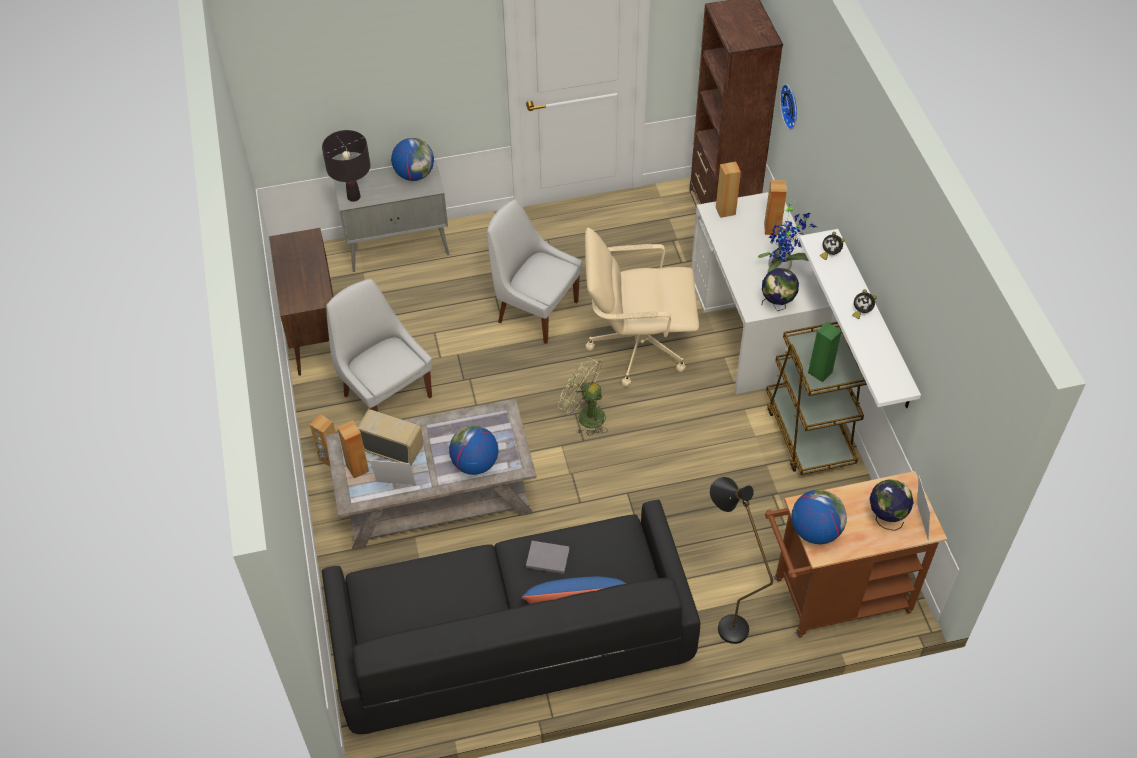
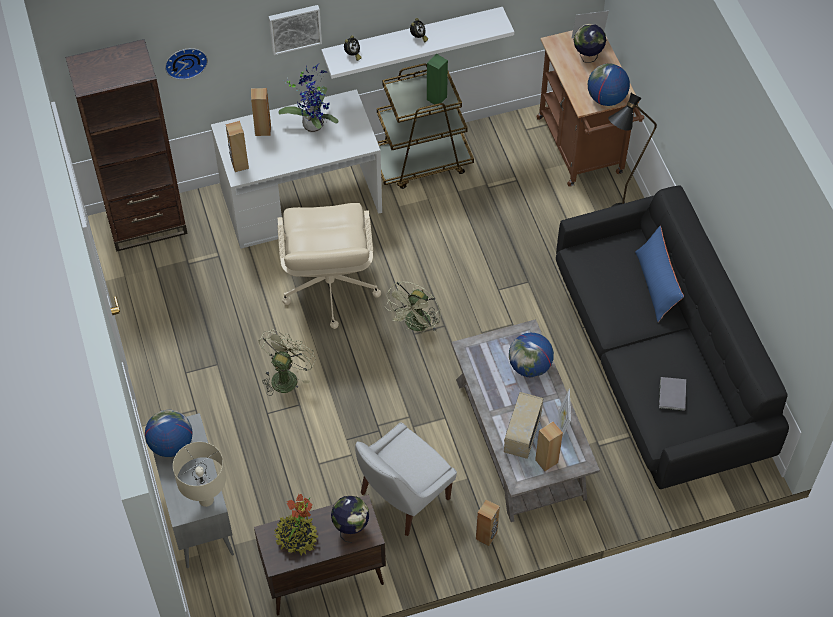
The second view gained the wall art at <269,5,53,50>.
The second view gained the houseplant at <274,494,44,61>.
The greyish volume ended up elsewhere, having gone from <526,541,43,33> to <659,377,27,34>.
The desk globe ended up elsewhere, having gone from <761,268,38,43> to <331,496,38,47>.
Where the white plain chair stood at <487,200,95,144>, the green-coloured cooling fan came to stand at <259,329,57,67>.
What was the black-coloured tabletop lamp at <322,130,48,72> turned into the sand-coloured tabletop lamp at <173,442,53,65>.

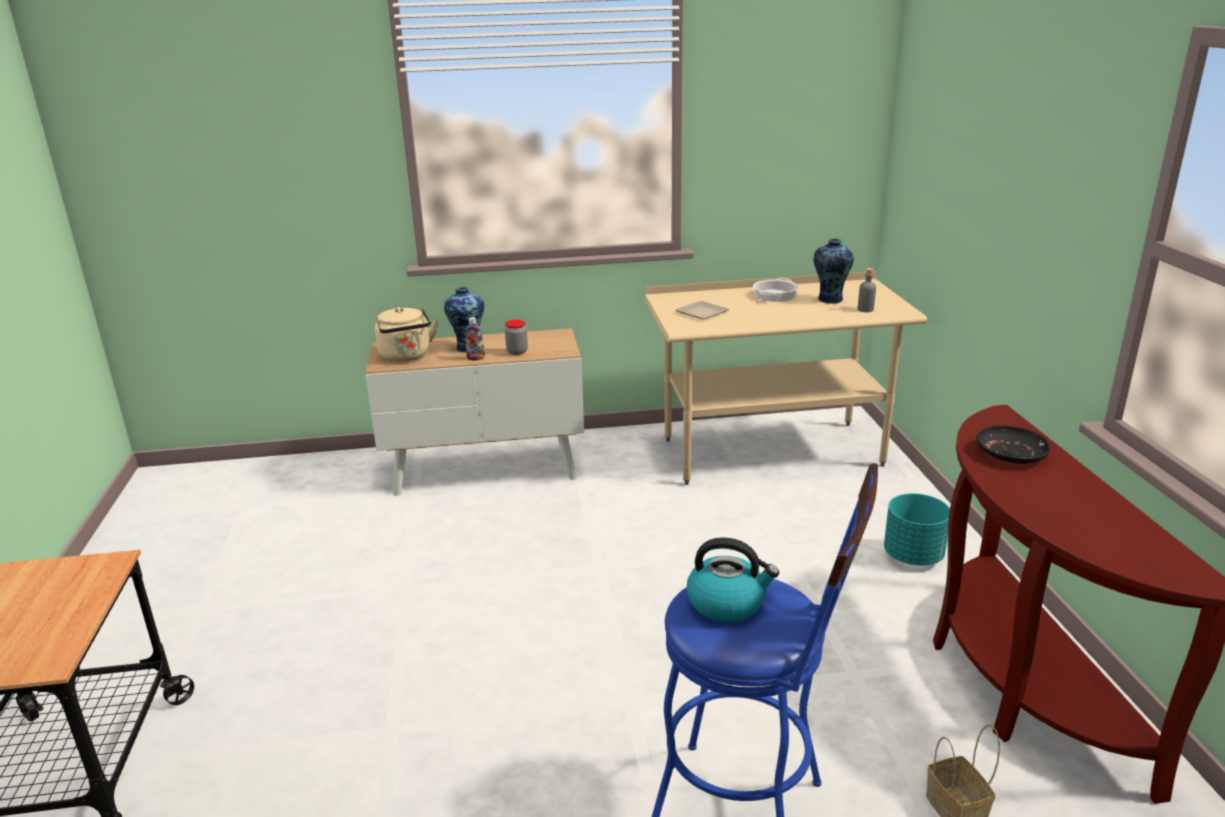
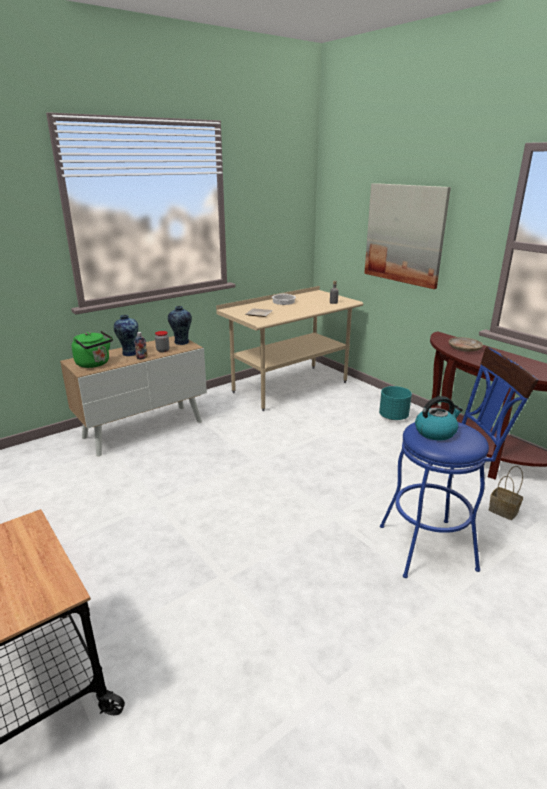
The second view gained the wall art at <364,183,87,106>.
The vase ended up elsewhere, having gone from <813,239,41,64> to <168,306,24,39>.
What was the sand-coloured water kettle at <375,307,63,55> turned into the green-coloured water kettle at <72,331,41,37>.
What was the black-coloured flat dish at <977,425,74,39> turned into the sand-coloured flat dish at <449,337,34,15>.

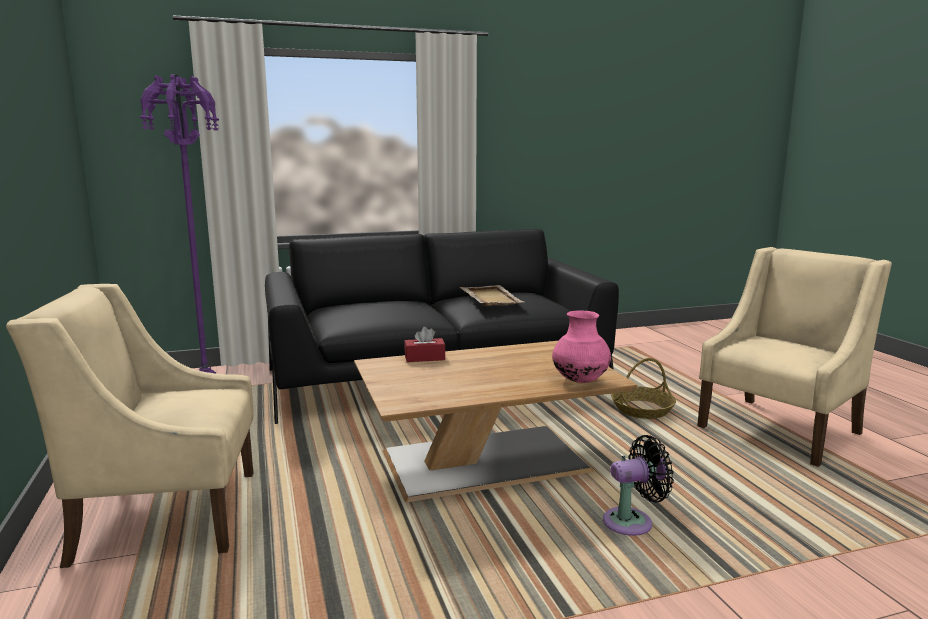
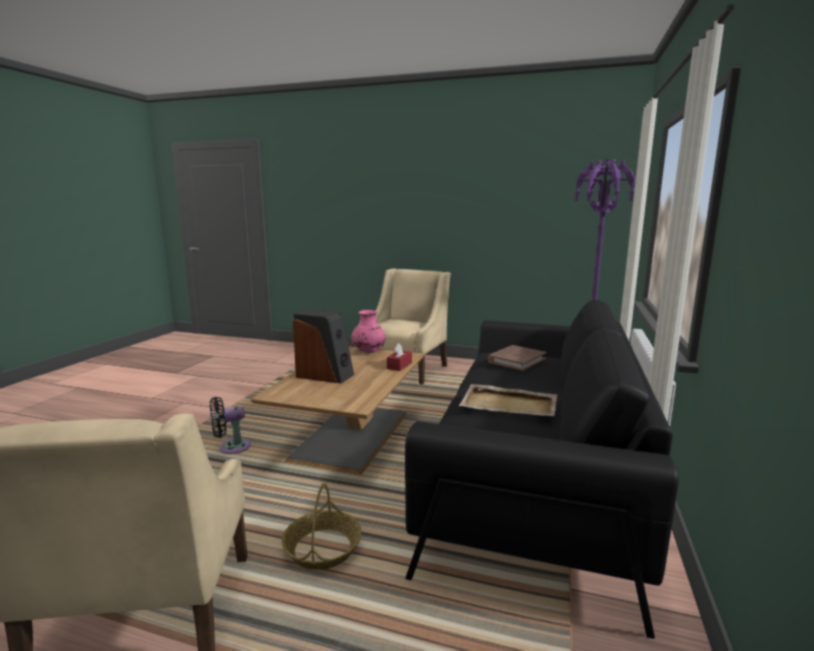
The second view gained the audio speaker at <293,309,61,75>.
The second view gained the brownish volume at <487,345,59,26>.
The pink-coloured vase ended up elsewhere, having gone from <552,311,59,72> to <351,310,35,43>.
The black-coloured cooling fan at <603,435,71,101> ended up facing another way, 45 degrees clockwise from before.

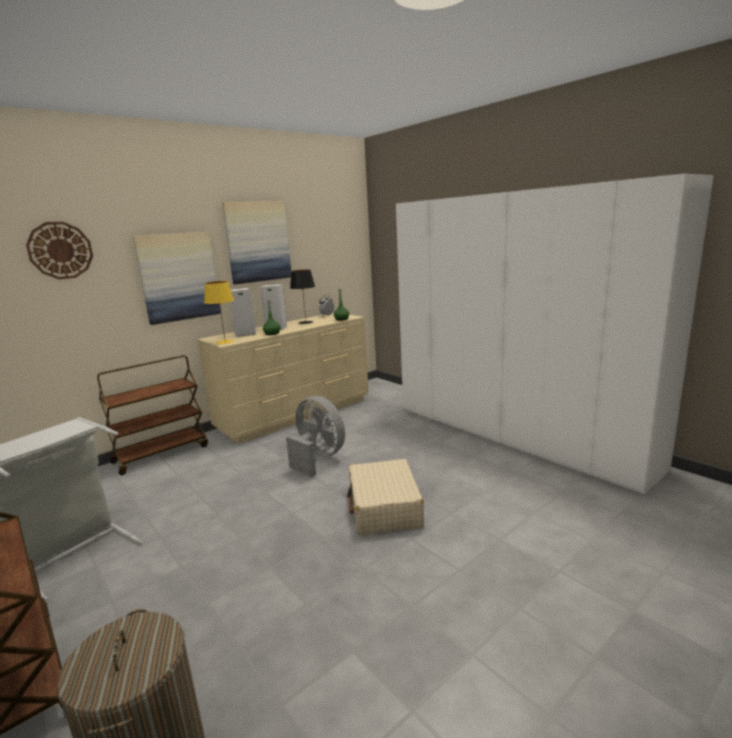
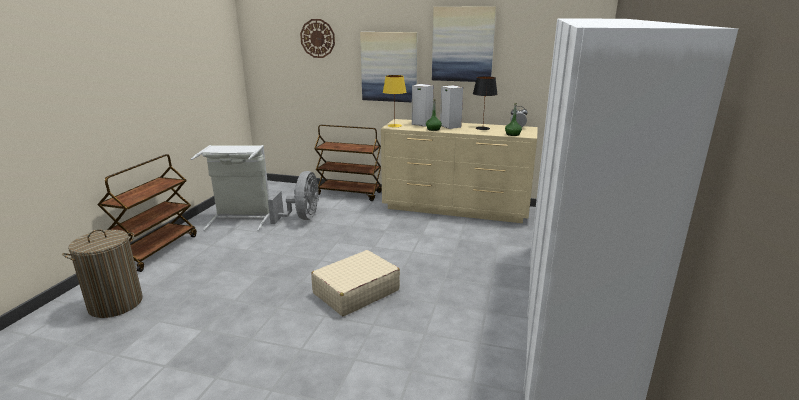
The greyish cooling fan ended up elsewhere, having gone from <286,396,59,81> to <268,171,51,53>.

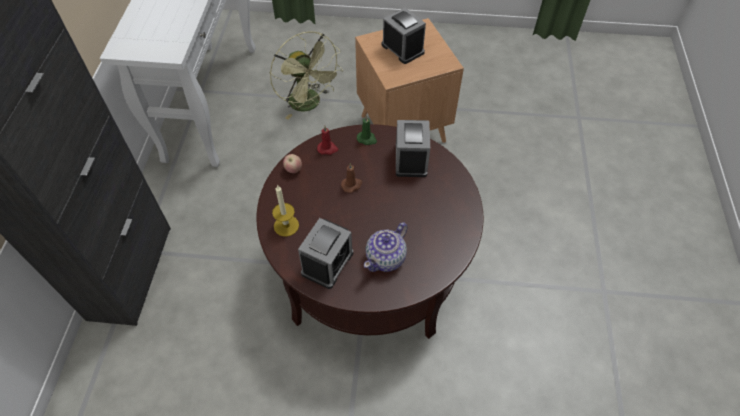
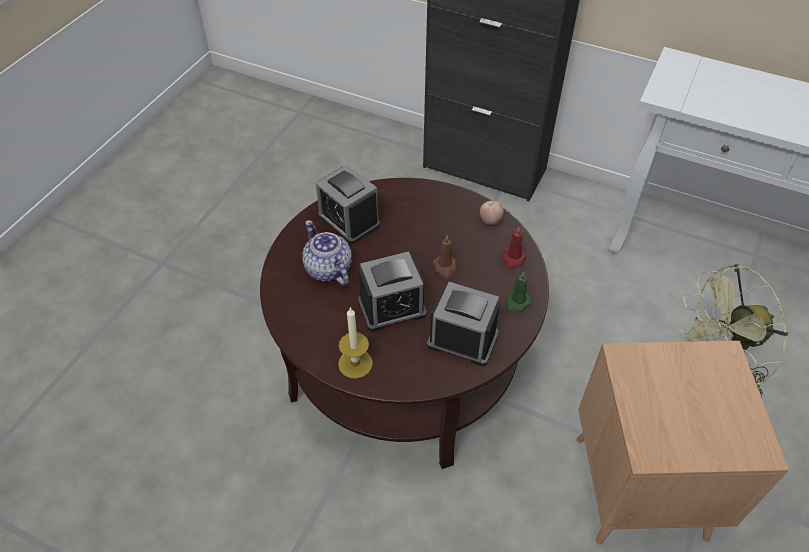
The wax candle ended up elsewhere, having gone from <272,185,27,52> to <338,308,35,71>.
The alarm clock ended up elsewhere, having gone from <382,8,44,56> to <358,251,69,81>.

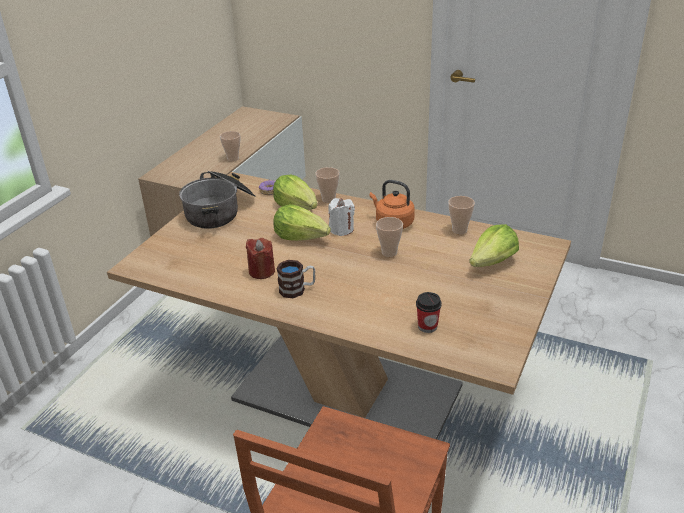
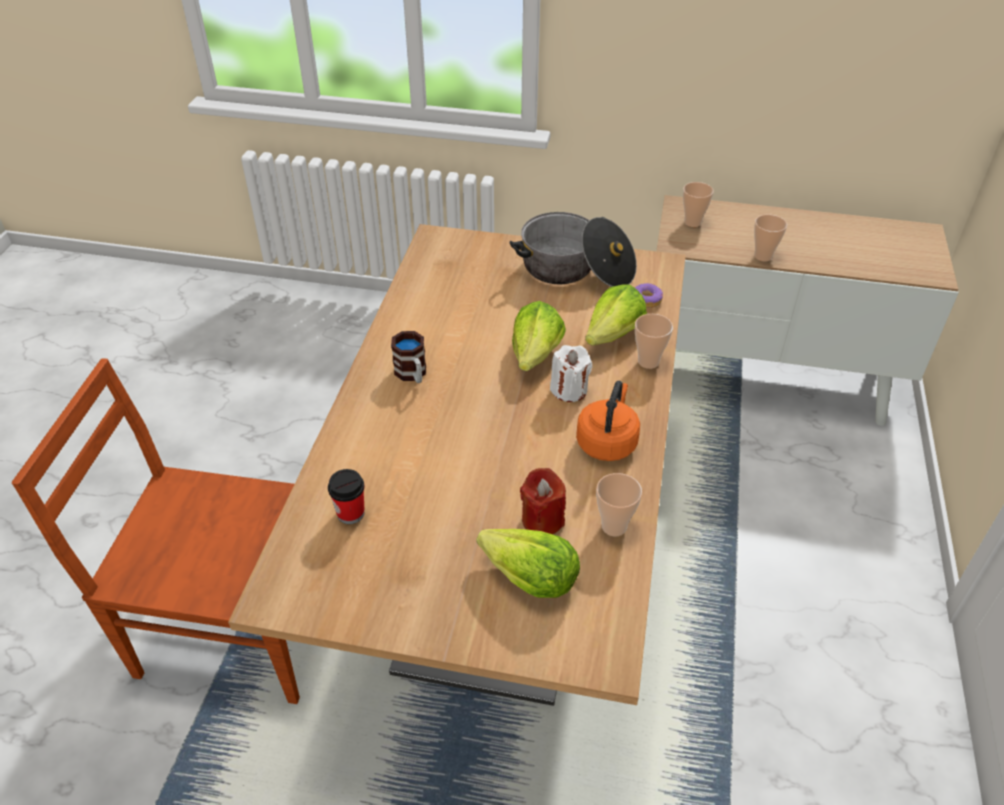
The reddish wax candle ended up elsewhere, having gone from <246,238,29,41> to <520,468,46,66>.
The small cup ended up elsewhere, having gone from <376,217,27,40> to <683,182,31,45>.

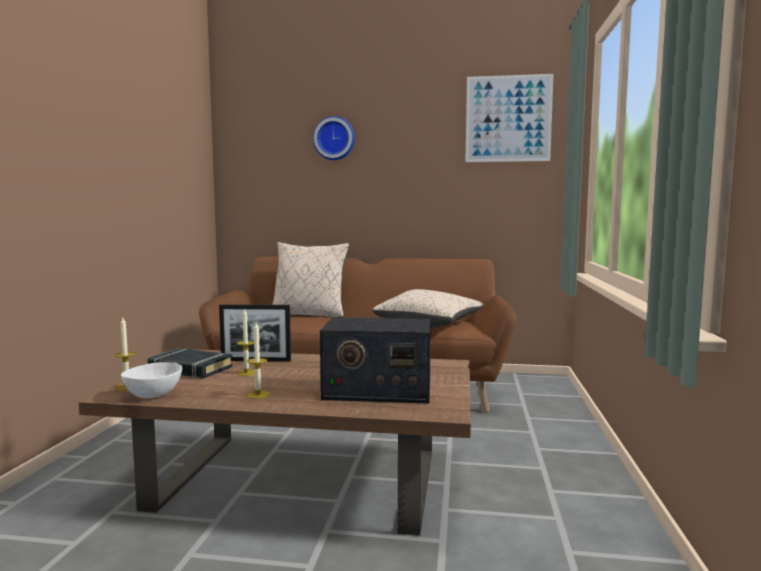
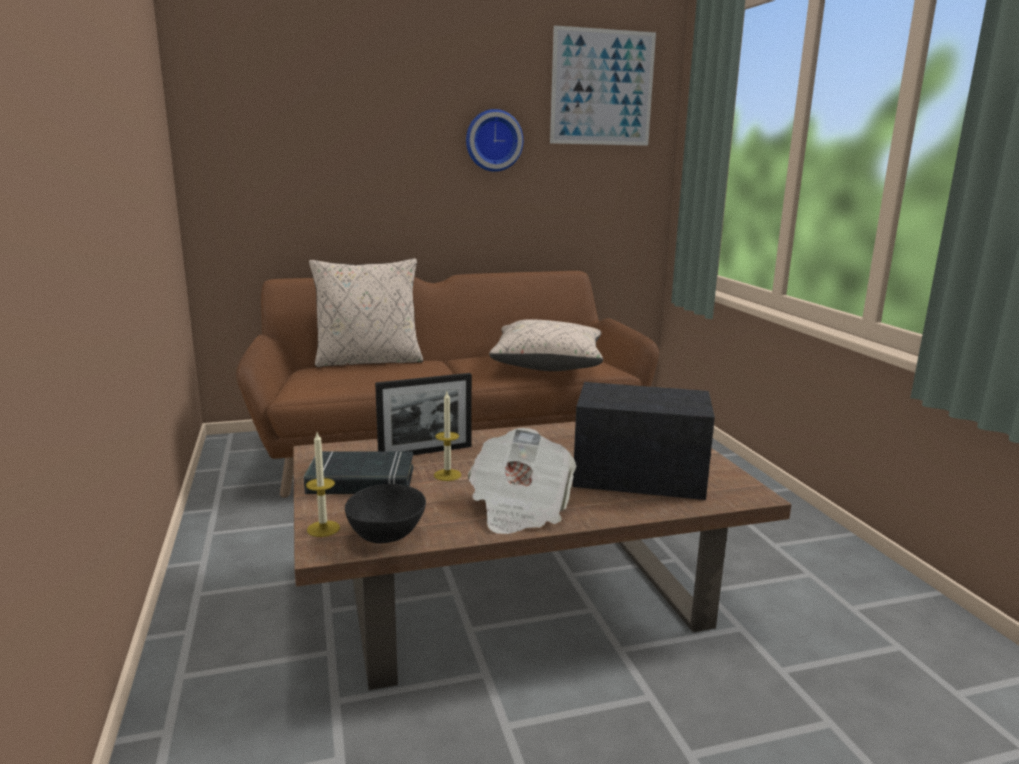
The wall clock ended up elsewhere, having gone from <313,116,42,44> to <466,109,57,63>.
Where the wax candle stood at <246,323,24,76>, the daily paper came to stand at <468,428,108,106>.
What was the white bowl at <121,362,61,36> turned into the black-coloured bowl at <345,484,81,60>.
The radio receiver at <320,317,111,87> ended up facing another way, 150 degrees counterclockwise from before.

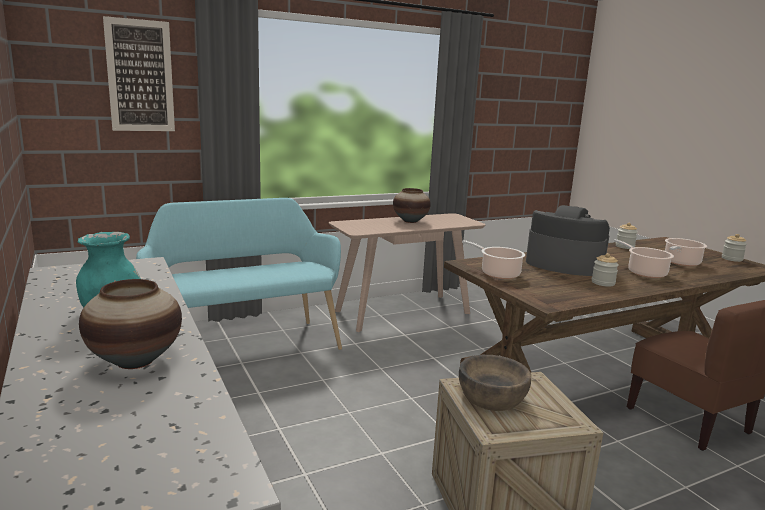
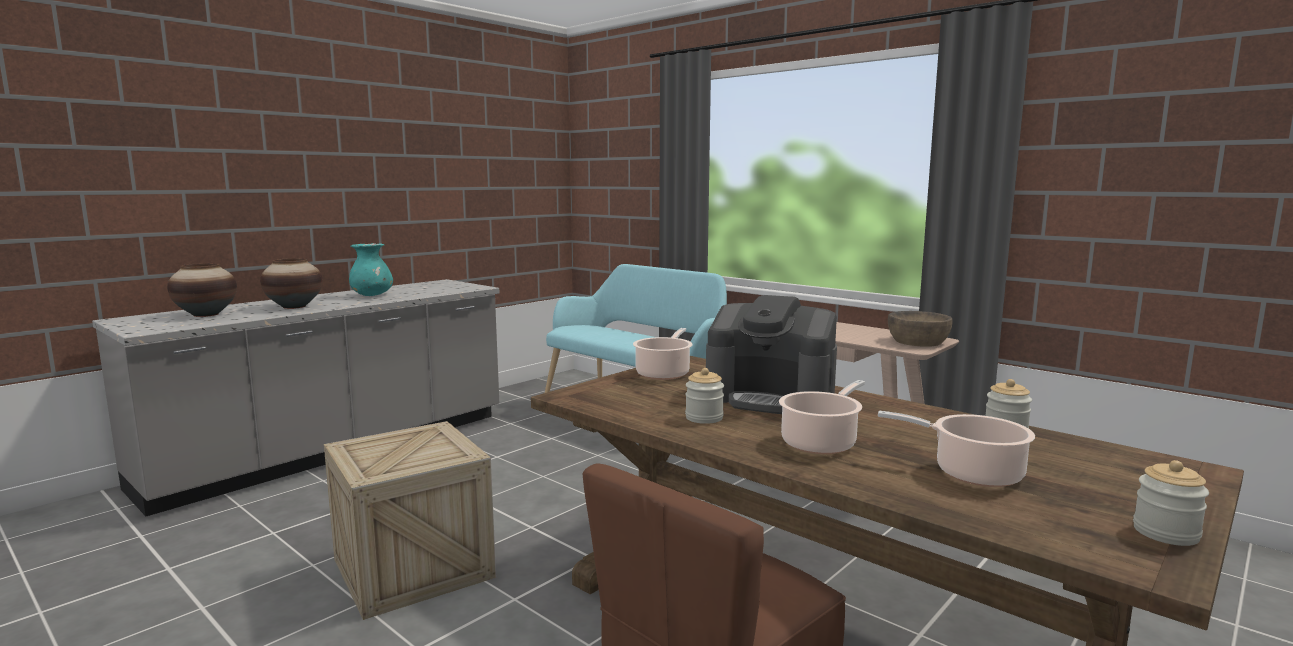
The second view lost the wall art at <103,16,72,115>.
The vase ended up elsewhere, having gone from <393,188,38,35> to <167,263,70,54>.
The brownish bowl ended up elsewhere, having gone from <459,355,72,56> to <888,311,65,36>.
The coffee maker at <526,205,84,71> ended up facing another way, 105 degrees clockwise from before.

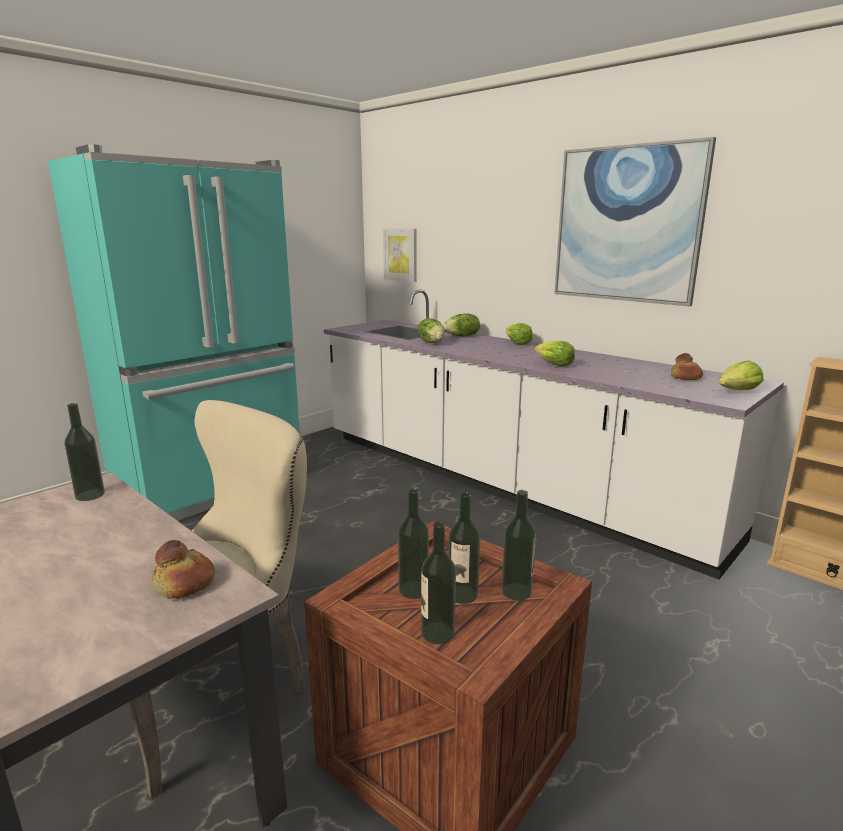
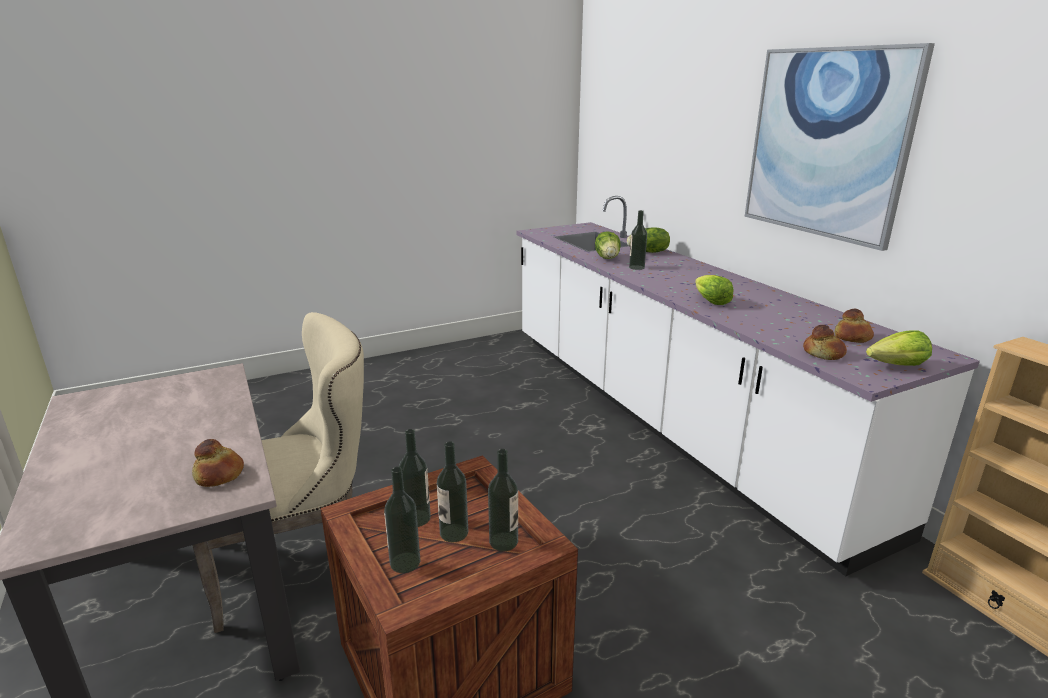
The second view lost the turquoise kitchen fridge at <48,144,252,377>.
The second view lost the wall art at <383,228,34,54>.
The second view lost the lettuce at <506,323,26,22>.
The second view gained the baked bread at <803,325,44,35>.
The drink bottle ended up elsewhere, having gone from <64,403,41,98> to <629,210,18,60>.

